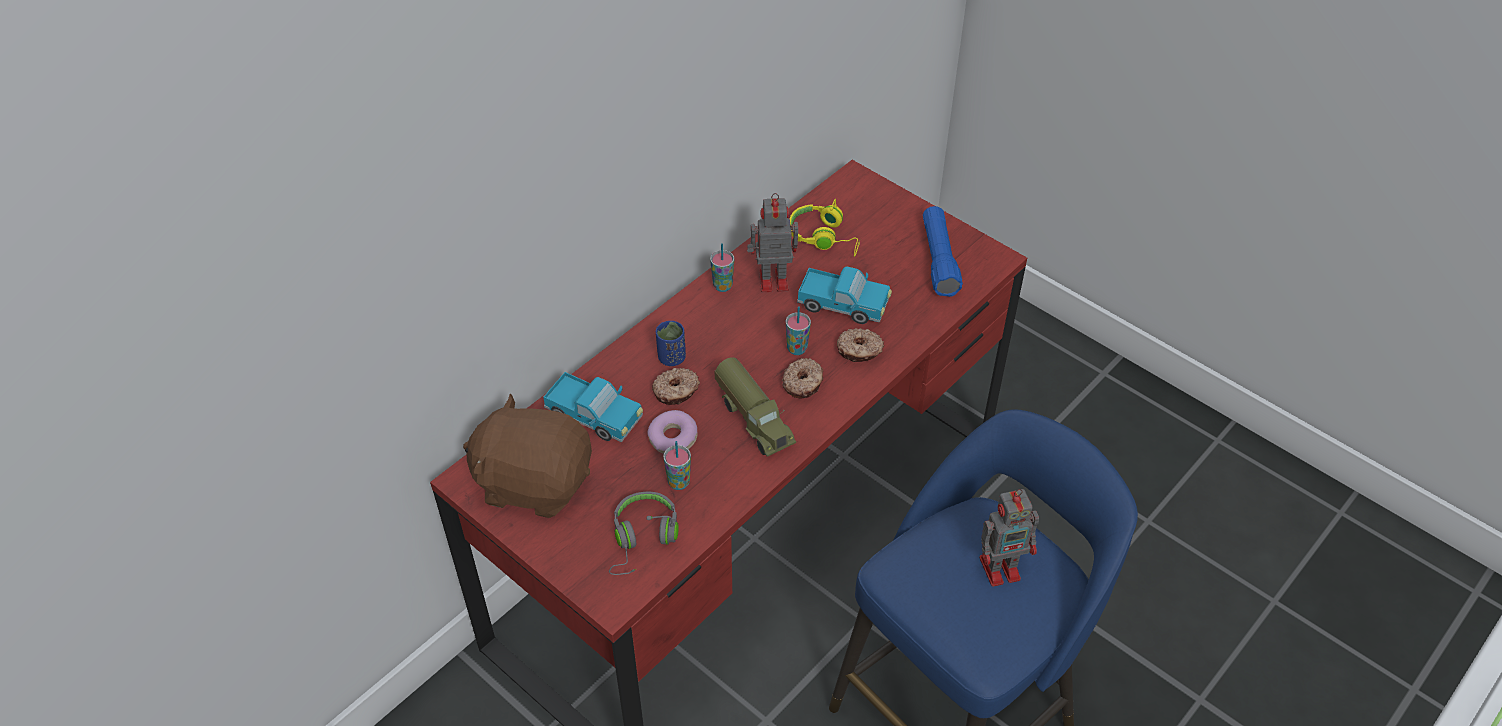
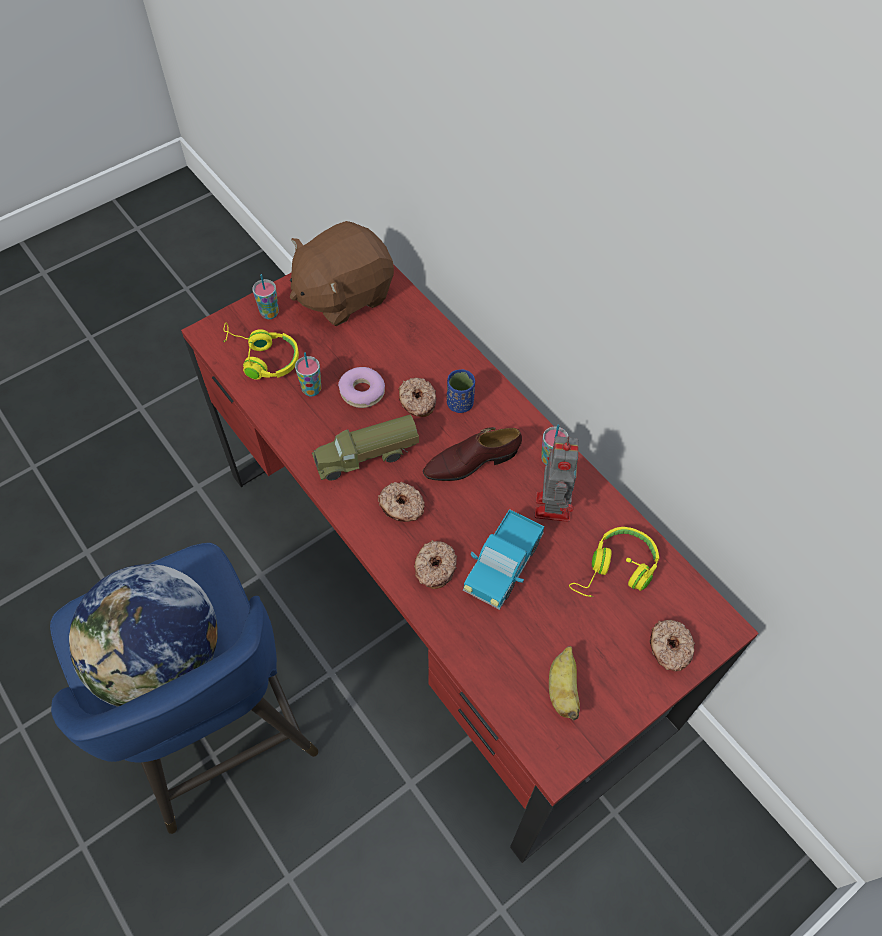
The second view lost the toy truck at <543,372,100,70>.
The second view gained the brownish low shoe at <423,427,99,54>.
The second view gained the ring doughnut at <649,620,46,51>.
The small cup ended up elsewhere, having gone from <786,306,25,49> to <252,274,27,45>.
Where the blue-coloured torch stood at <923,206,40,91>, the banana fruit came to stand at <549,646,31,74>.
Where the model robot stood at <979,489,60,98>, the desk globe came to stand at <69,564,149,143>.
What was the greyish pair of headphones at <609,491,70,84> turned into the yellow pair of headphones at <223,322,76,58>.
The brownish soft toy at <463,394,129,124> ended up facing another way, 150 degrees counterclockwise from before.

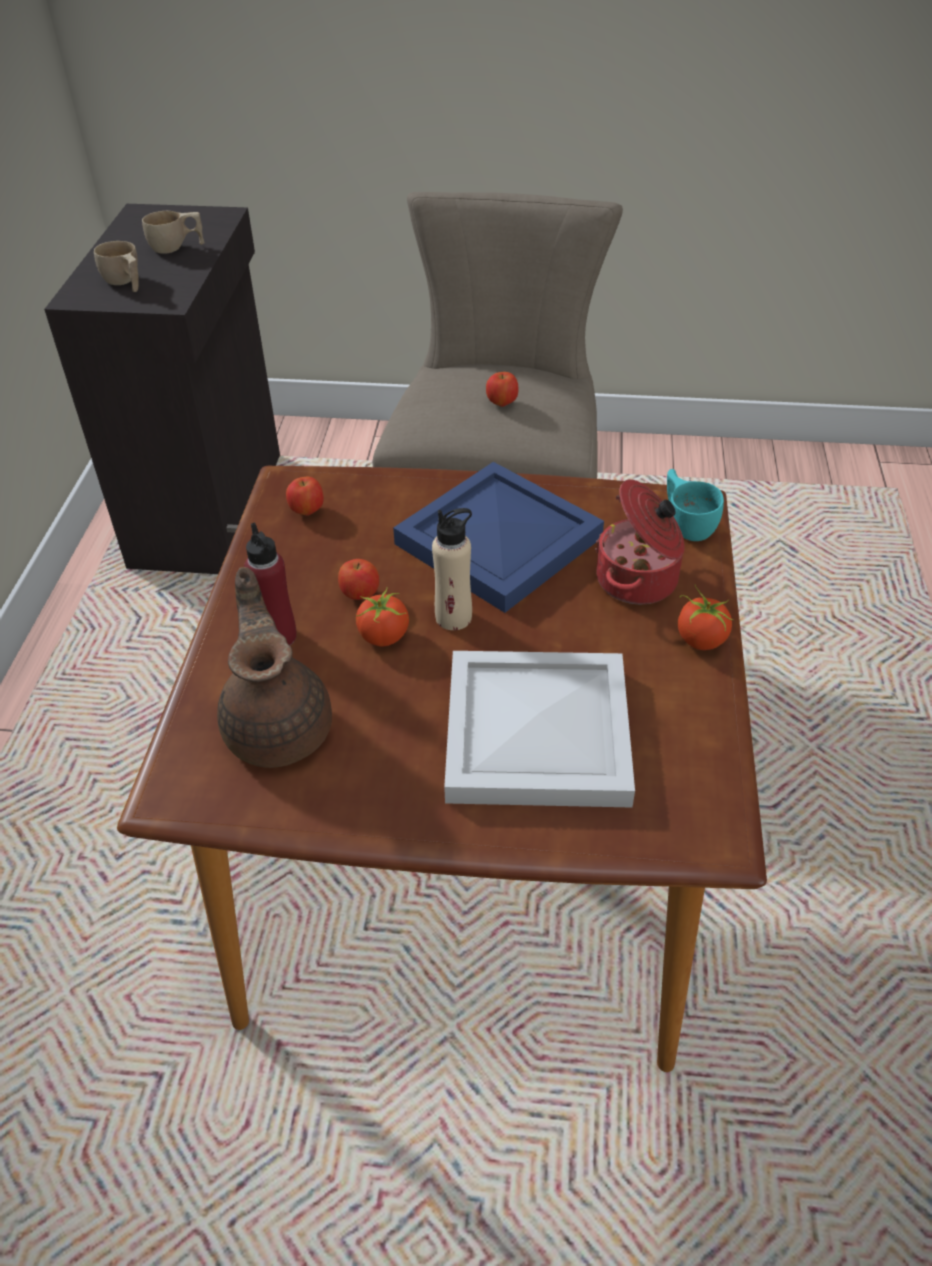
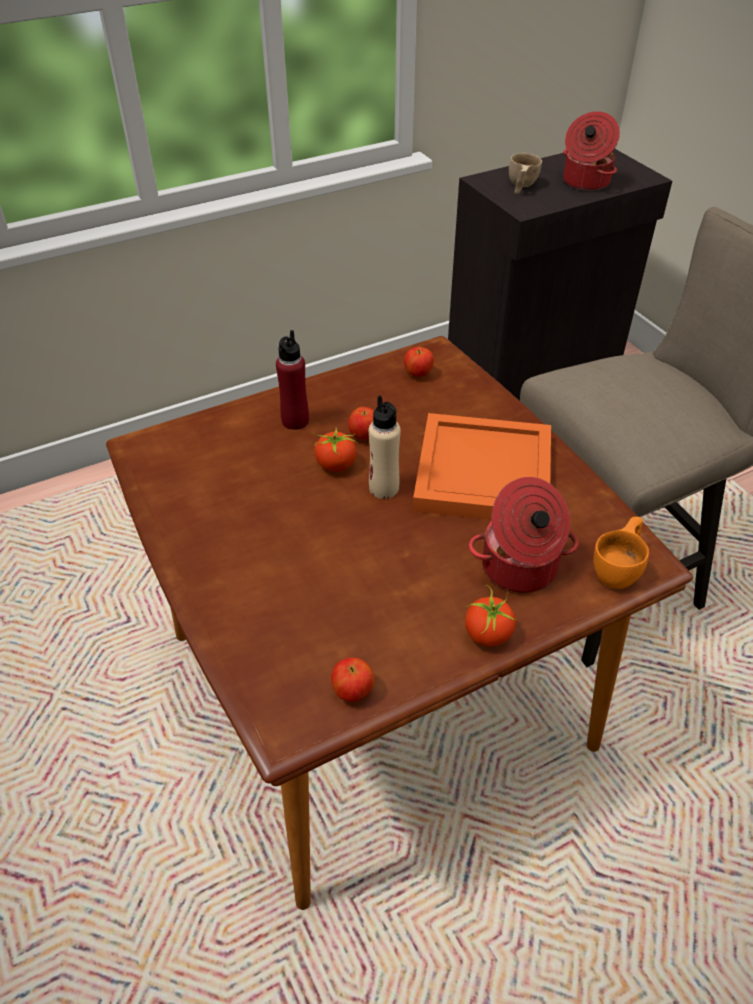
The second view lost the brownish tea pot at <217,567,115,201>.
The second view lost the white carrying tray at <444,651,191,157>.
The apple fruit ended up elsewhere, having gone from <486,372,32,35> to <331,657,44,45>.
Where the sand-coloured small cup stood at <142,211,63,43>, the cooking pot came to stand at <563,111,57,80>.
What was the blue-coloured carrying tray at <393,462,211,151> turned into the orangey carrying tray at <413,413,138,107>.
What was the turquoise small cup at <667,469,57,72> turned into the orangey small cup at <594,517,55,72>.

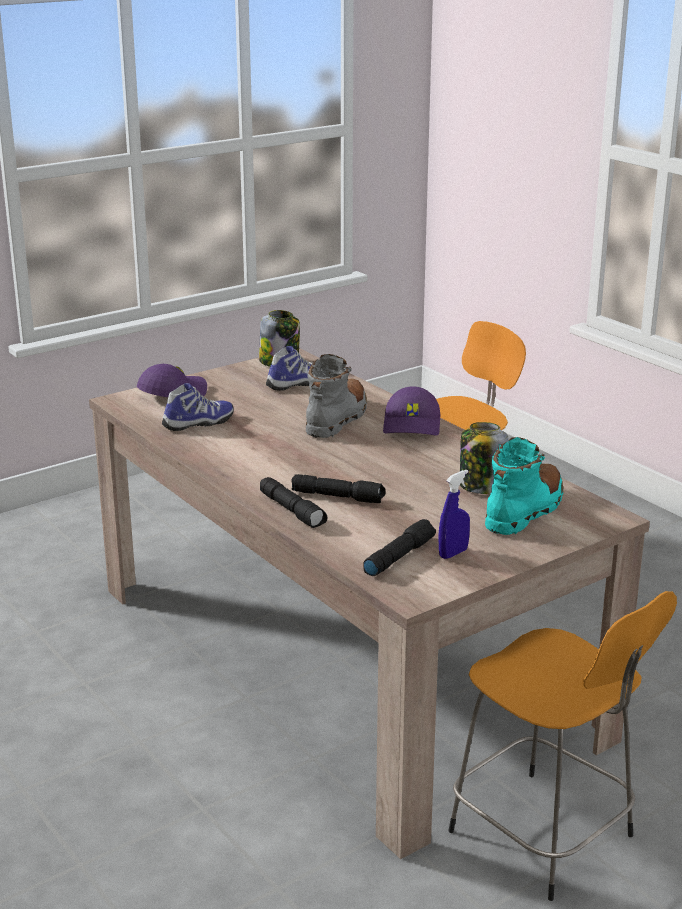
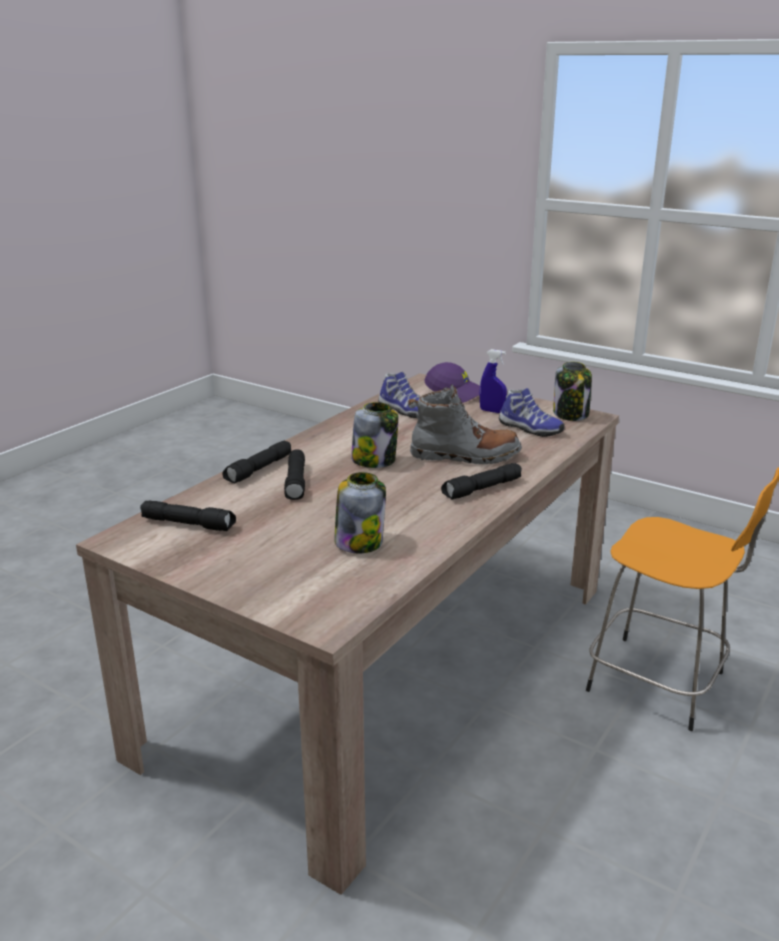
The second view lost the orangey stool at <448,591,229,310>.
The second view lost the turquoise boot at <485,437,78,98>.
The second view gained the preserve jar at <351,402,48,66>.
The blue-coloured hand sprayer ended up elsewhere, having gone from <439,469,31,90> to <480,349,27,64>.
Where the purple baseball cap stood at <383,386,58,50>, the black-coloured torch came to stand at <441,463,81,37>.

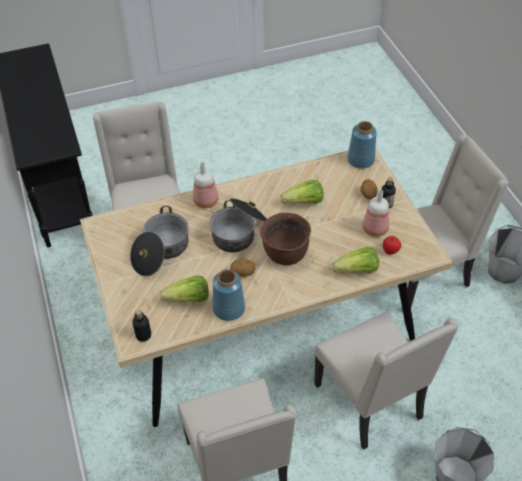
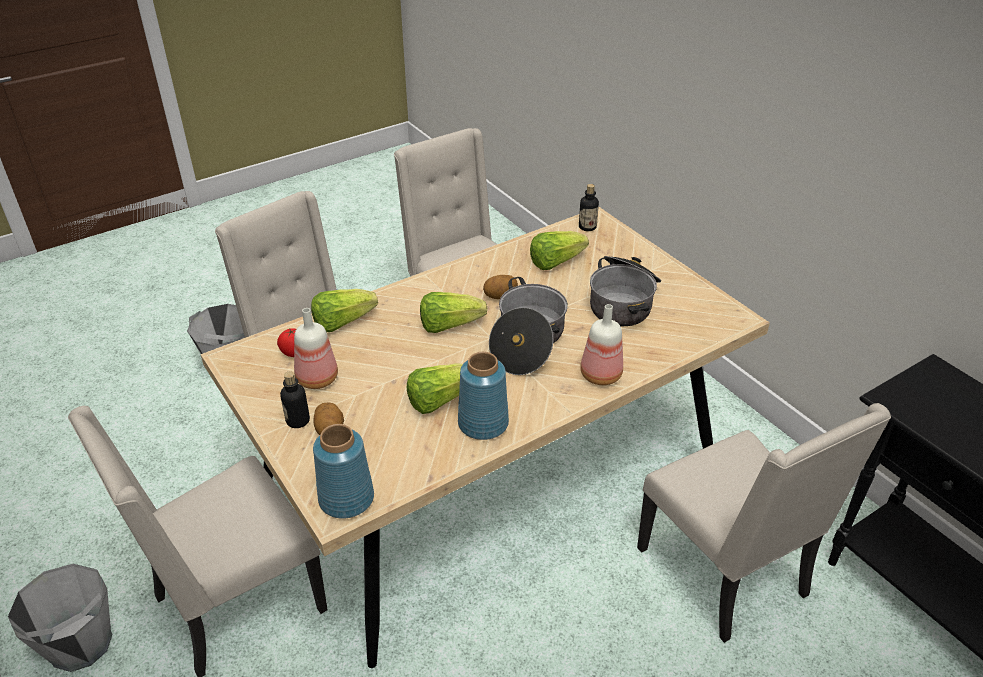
The blue-coloured vase ended up elsewhere, having gone from <213,269,32,52> to <458,352,51,88>.
Where the brownish cooking pot stood at <260,213,51,52>, the lettuce came to stand at <420,292,67,41>.

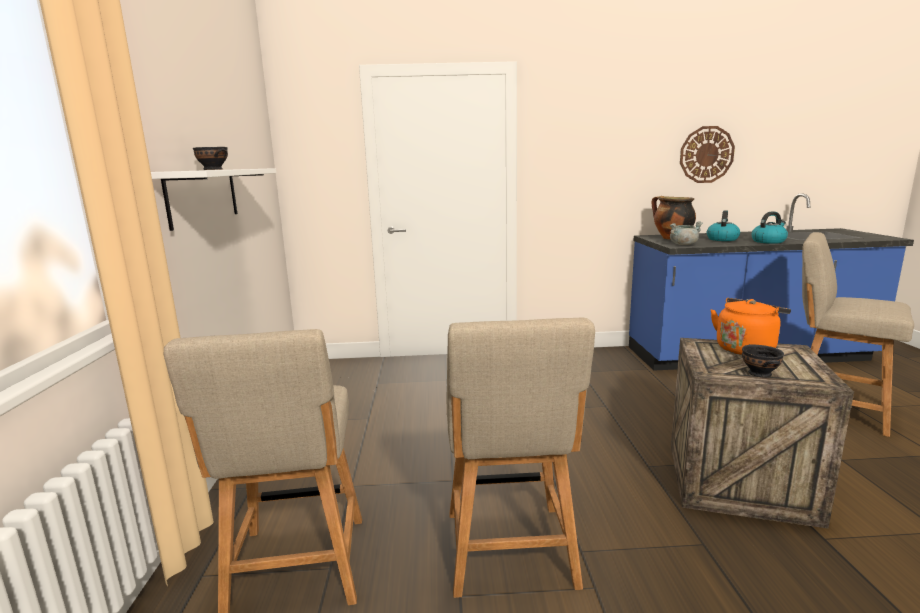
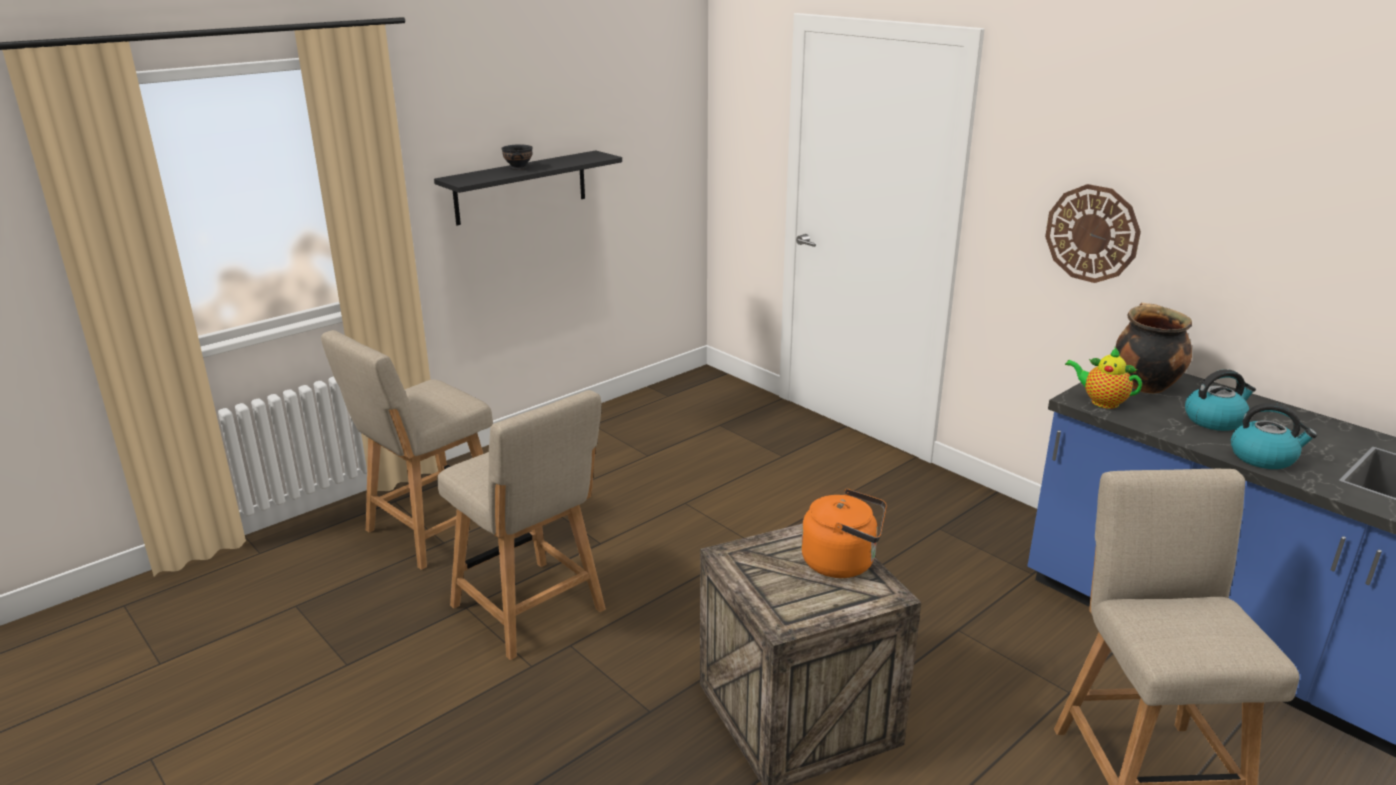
The second view lost the black-coloured bowl at <742,344,42,33>.
The wall clock ended up elsewhere, having gone from <680,126,55,57> to <1045,184,96,99>.
Where the greyish cooking pot stood at <669,221,34,24>, the tea pot came to stand at <1065,348,77,61>.
What was the white bracket shelf at <151,168,125,63> turned into the black-coloured bracket shelf at <434,150,188,75>.
The sand-coloured plain chair at <447,318,148,280> ended up facing another way, 90 degrees counterclockwise from before.

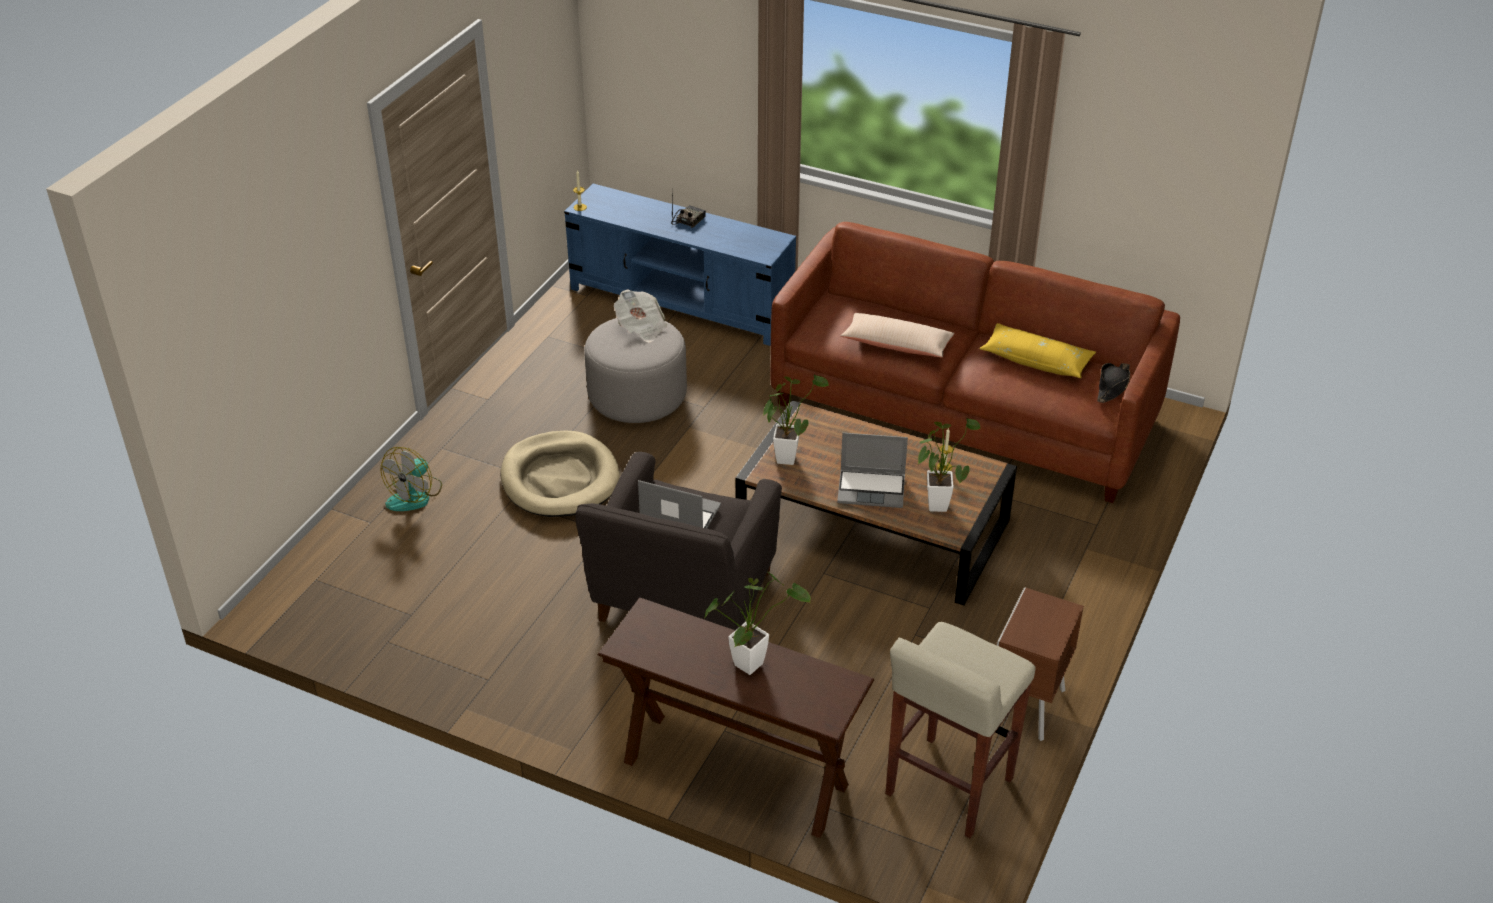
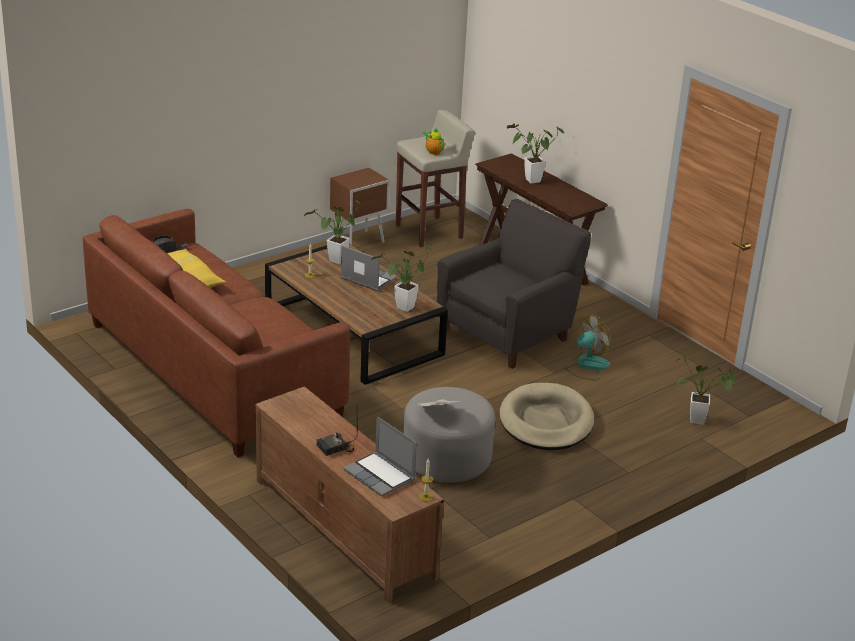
The second view lost the sand-coloured throw pillow at <840,313,115,44>.
The second view gained the tea pot at <423,128,22,27>.
The second view gained the houseplant at <676,356,60,69>.
The cooling fan ended up elsewhere, having gone from <381,447,61,64> to <565,314,47,66>.
The notebook computer ended up elsewhere, having gone from <638,480,83,49> to <343,416,74,81>.
What was the blue-coloured tv unit at <564,184,232,162> turned into the brownish tv unit at <256,386,188,217>.

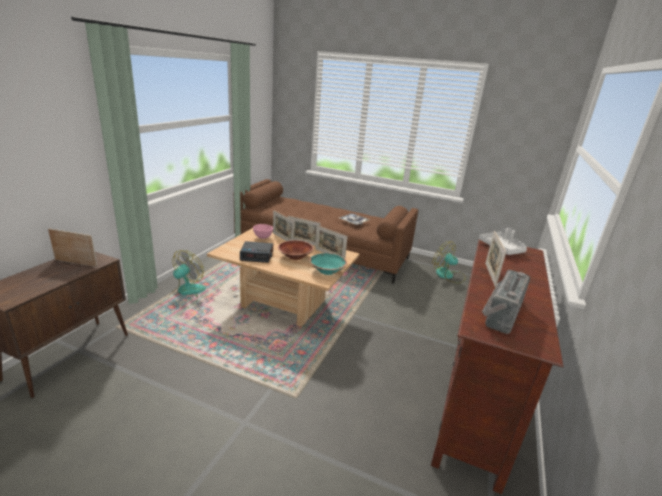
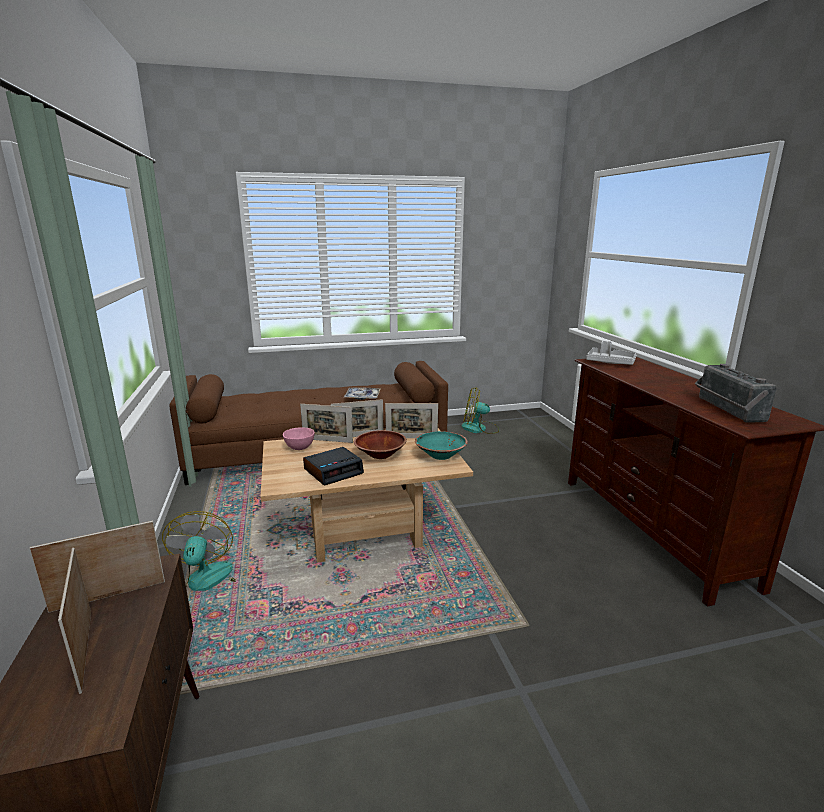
The picture frame ended up elsewhere, having gone from <485,231,21,56> to <58,548,33,146>.

